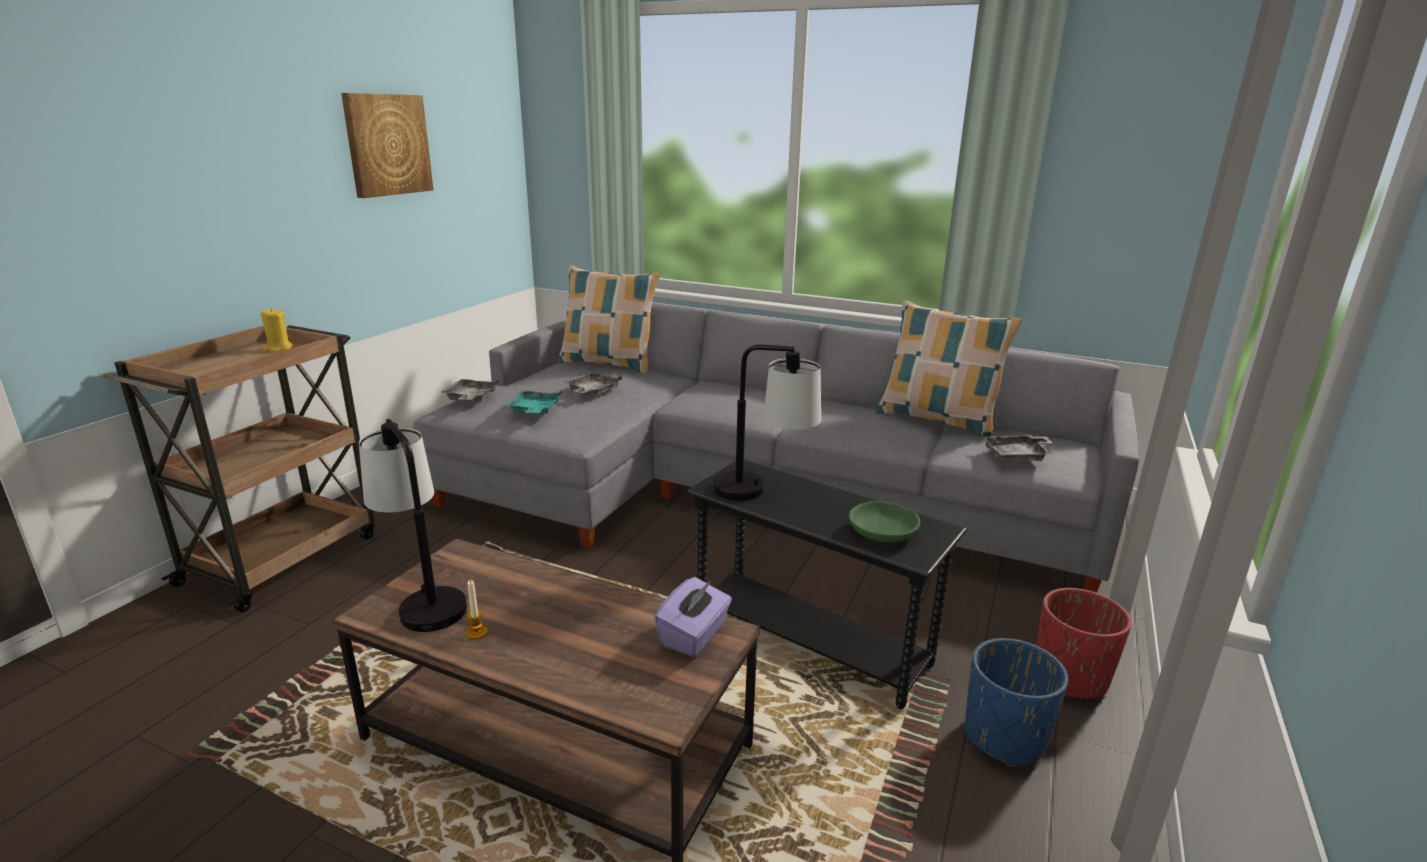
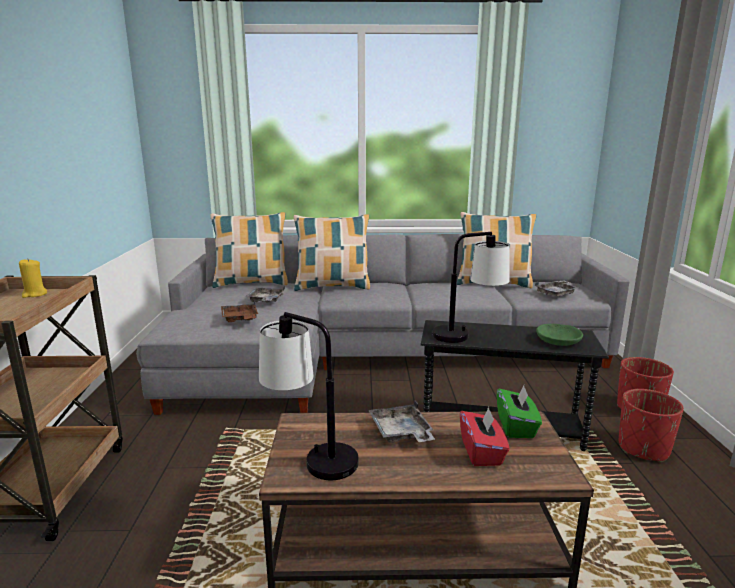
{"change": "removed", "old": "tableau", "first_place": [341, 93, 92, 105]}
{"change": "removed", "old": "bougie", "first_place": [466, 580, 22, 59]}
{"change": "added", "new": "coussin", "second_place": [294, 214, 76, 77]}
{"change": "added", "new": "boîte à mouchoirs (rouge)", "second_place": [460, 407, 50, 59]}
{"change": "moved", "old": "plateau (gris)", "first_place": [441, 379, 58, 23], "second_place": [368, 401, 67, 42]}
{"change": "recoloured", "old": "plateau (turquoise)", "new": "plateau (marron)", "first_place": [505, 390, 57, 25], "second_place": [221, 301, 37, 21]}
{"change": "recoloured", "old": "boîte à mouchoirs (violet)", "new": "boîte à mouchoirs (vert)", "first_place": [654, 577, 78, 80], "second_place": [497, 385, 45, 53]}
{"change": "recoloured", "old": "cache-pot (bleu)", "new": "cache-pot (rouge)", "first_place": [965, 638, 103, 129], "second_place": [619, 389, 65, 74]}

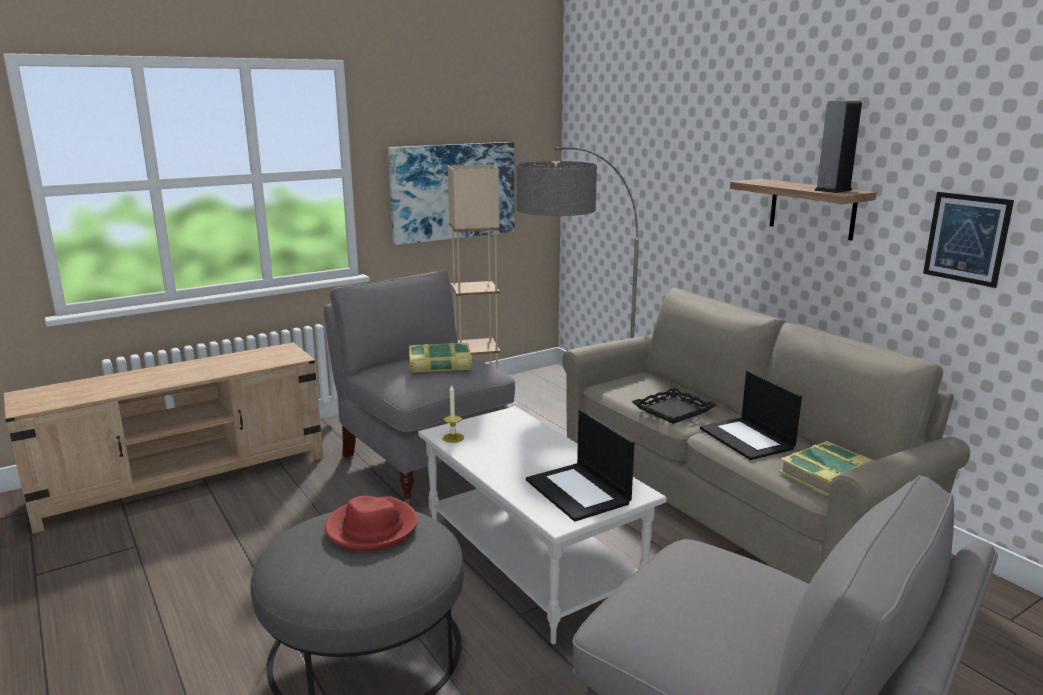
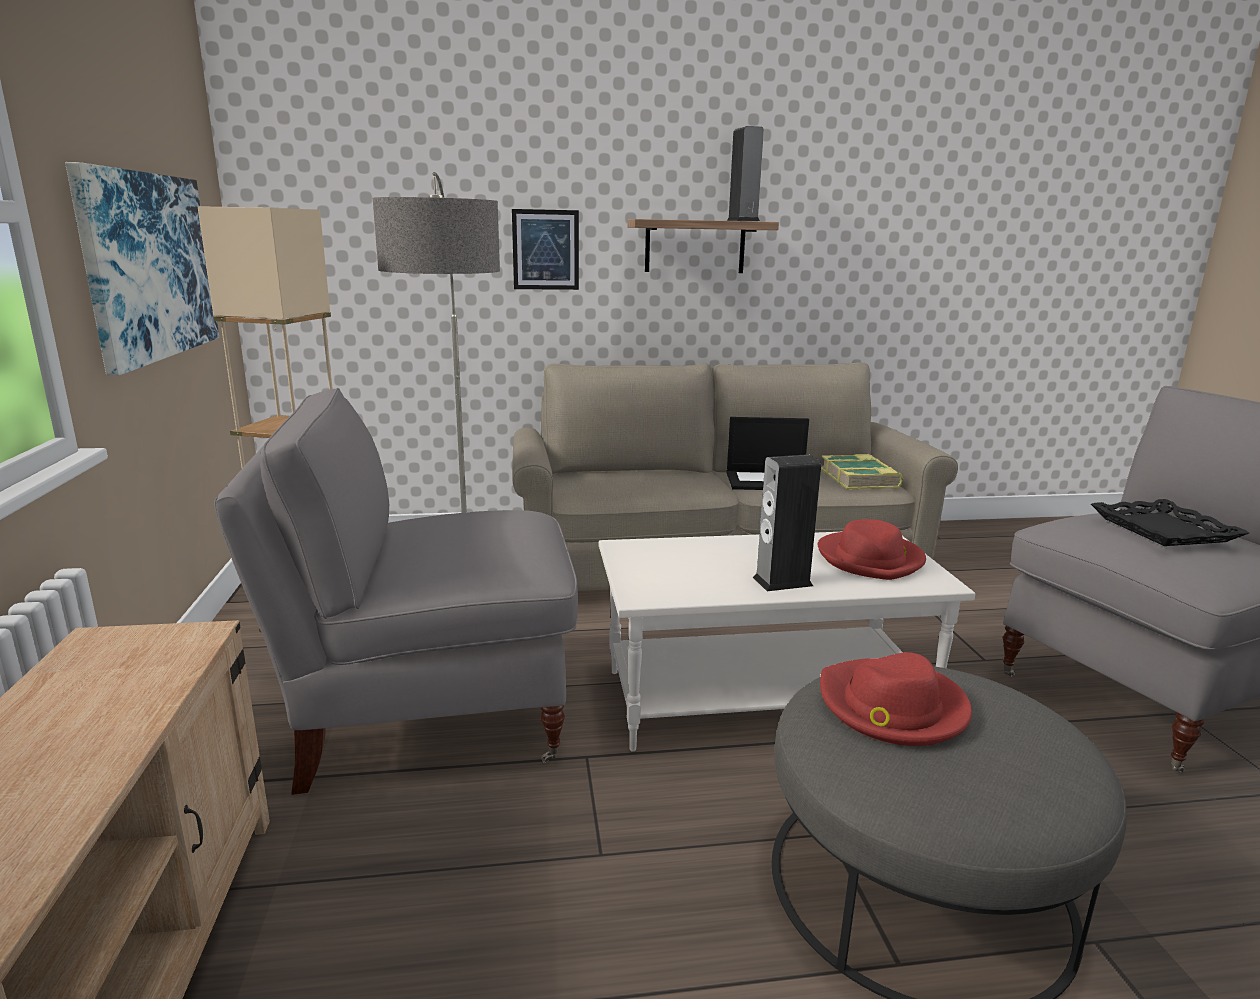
{"change": "removed", "old": "livre", "first_place": [409, 342, 63, 31]}
{"change": "removed", "old": "bougie", "first_place": [443, 385, 21, 58]}
{"change": "added", "new": "enceinte", "second_place": [753, 454, 68, 137]}
{"change": "moved", "old": "plateau (noir)", "first_place": [631, 388, 85, 36], "second_place": [1091, 499, 158, 47]}
{"change": "moved", "old": "tableau", "first_place": [923, 192, 91, 96], "second_place": [512, 209, 67, 81]}
{"change": "replaced", "old": "ordinateur portable", "new": "chapeau (rouge)", "first_place": [526, 409, 109, 113], "second_place": [818, 519, 108, 61]}

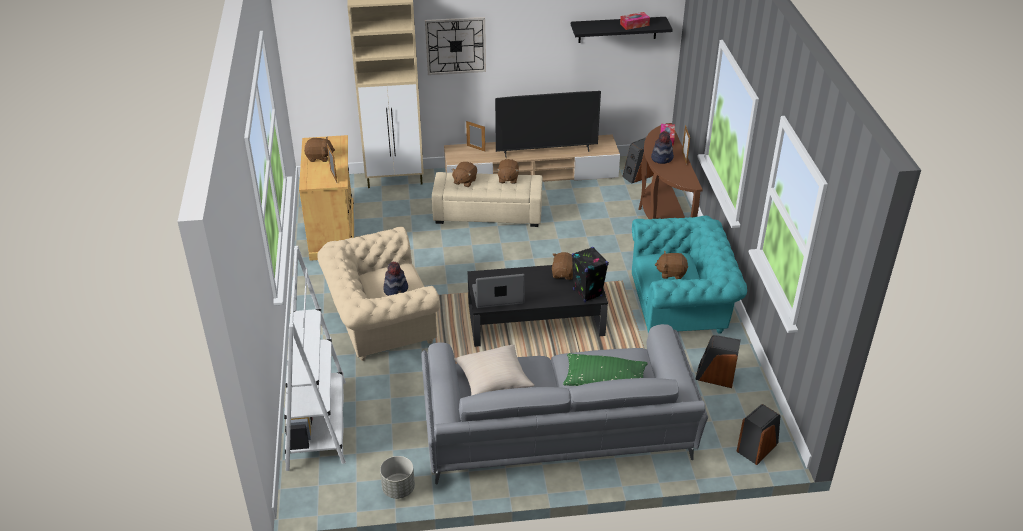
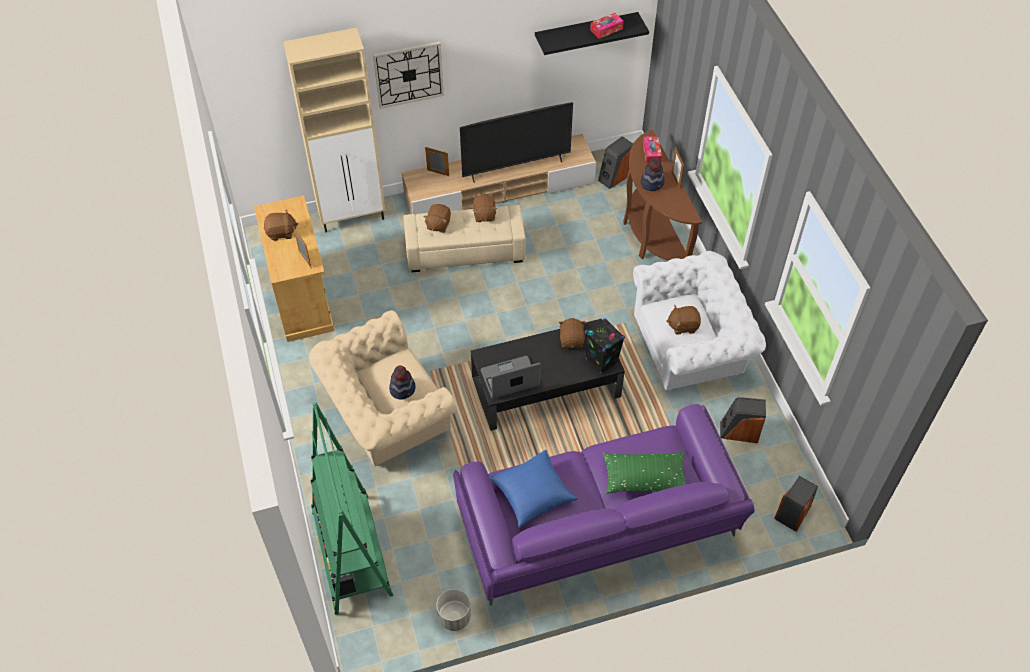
{"change": "recoloured", "old": "bibliothèque (blanc)", "new": "bibliothèque (vert)", "first_place": [284, 246, 62, 225], "second_place": [310, 403, 84, 212]}
{"change": "recoloured", "old": "canapé (gris)", "new": "canapé (violet)", "first_place": [421, 324, 287, 161], "second_place": [453, 404, 302, 202]}
{"change": "recoloured", "old": "coussin (beige)", "new": "coussin (bleu)", "first_place": [454, 344, 80, 51], "second_place": [489, 450, 89, 78]}
{"change": "recoloured", "old": "fauteuil (turquoise)", "new": "fauteuil (blanc)", "first_place": [632, 216, 115, 118], "second_place": [633, 251, 133, 141]}

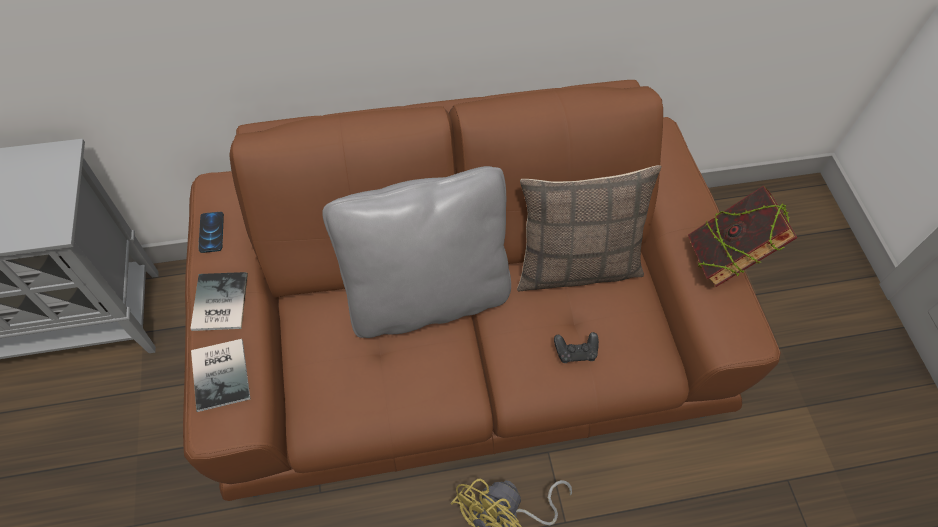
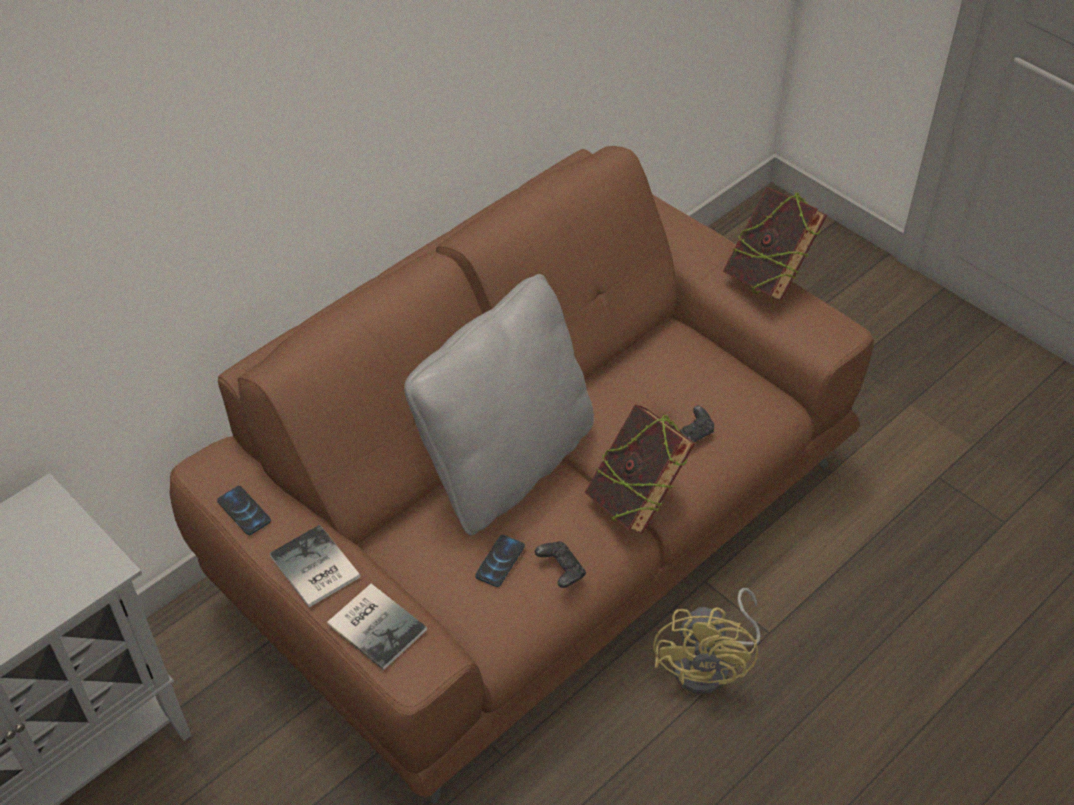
{"change": "removed", "old": "coussin", "first_place": [517, 165, 145, 127]}
{"change": "added", "new": "téléphone", "second_place": [475, 535, 50, 52]}
{"change": "added", "new": "manette (noir)", "second_place": [535, 541, 51, 47]}
{"change": "added", "new": "livre", "second_place": [584, 404, 111, 130]}

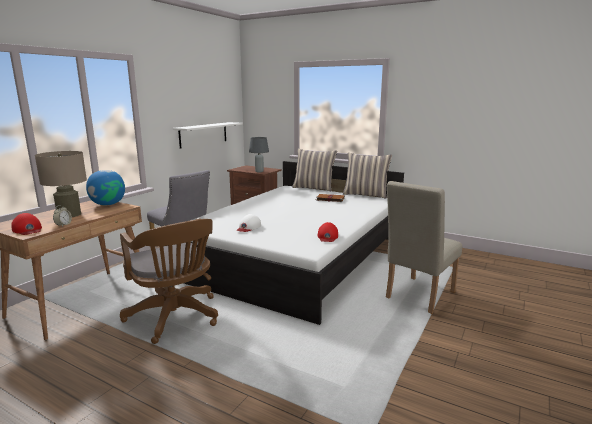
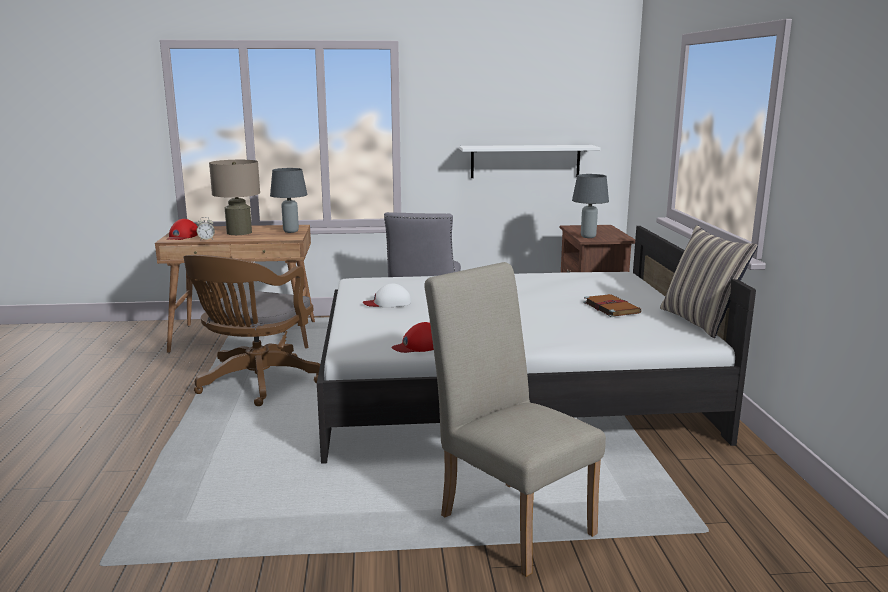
{"change": "removed", "old": "coussin", "first_place": [292, 148, 45, 43]}
{"change": "replaced", "old": "globe", "new": "lampe de table (gris)", "first_place": [86, 170, 39, 35], "second_place": [270, 168, 37, 65]}
{"change": "turned", "old": "chaise (beige)", "first_place": [386, 181, 76, 133], "second_place": [424, 262, 182, 315], "degrees": 45}

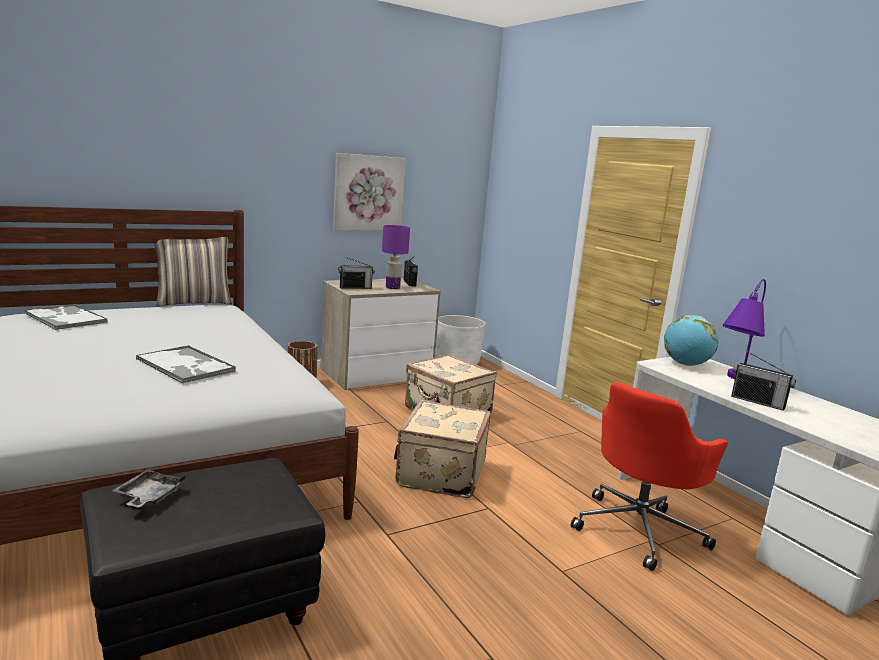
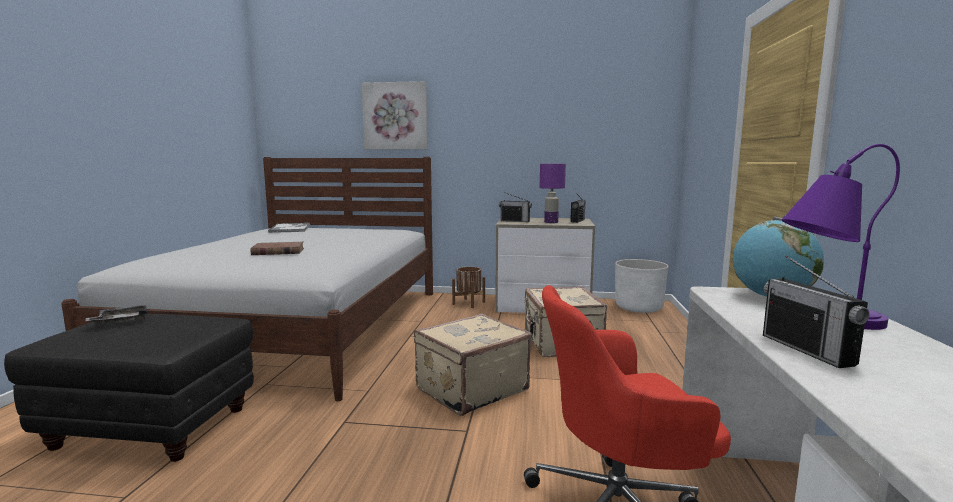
{"change": "removed", "old": "coussin", "first_place": [154, 237, 78, 70]}
{"change": "moved", "old": "tableau", "first_place": [333, 153, 73, 78], "second_place": [362, 81, 66, 69]}
{"change": "replaced", "old": "plateau", "new": "livre (marron)", "first_place": [136, 345, 100, 38], "second_place": [250, 242, 54, 13]}

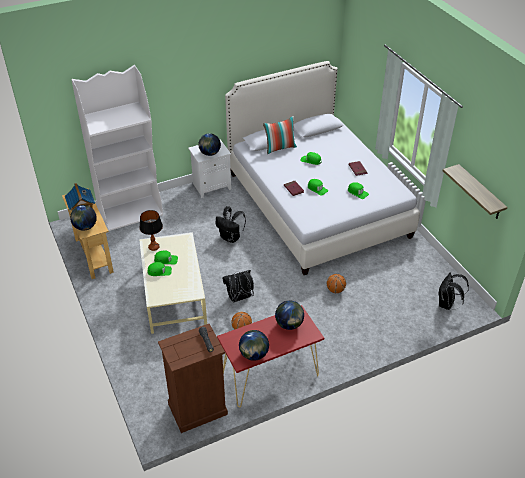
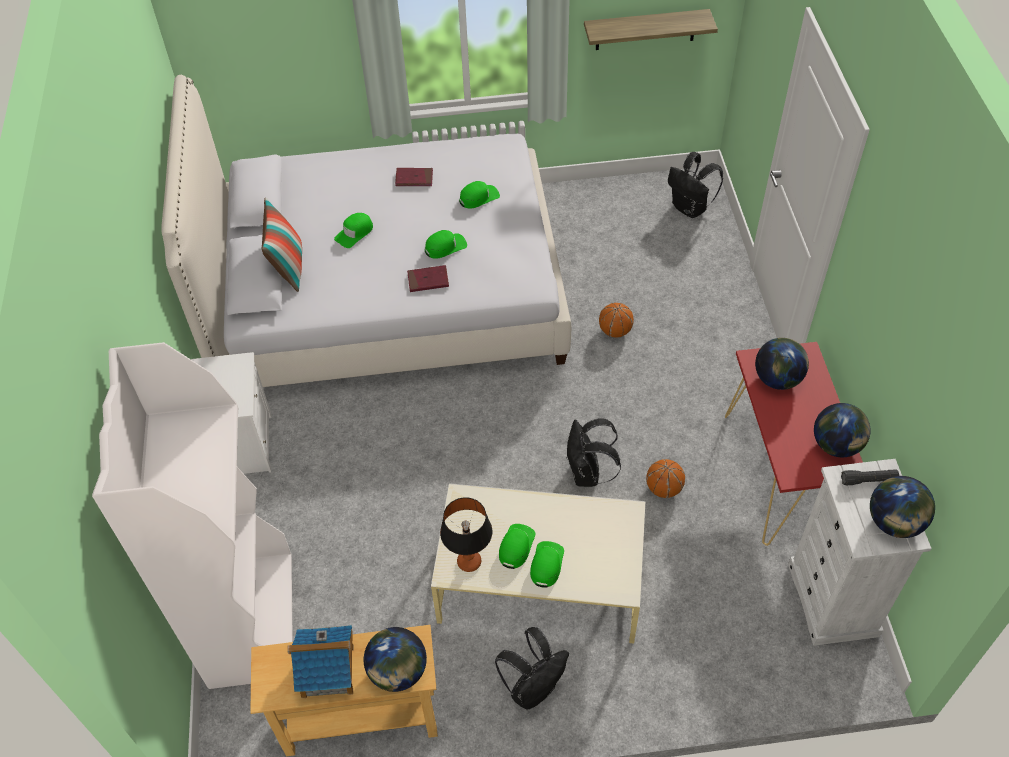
{"change": "moved", "old": "globe", "first_place": [198, 133, 23, 23], "second_place": [870, 476, 65, 62]}
{"change": "moved", "old": "sac à dos (noir)", "first_place": [216, 206, 30, 37], "second_place": [495, 627, 74, 83]}
{"change": "recoloured", "old": "commode (marron)", "new": "commode (blanc)", "first_place": [158, 324, 70, 109], "second_place": [788, 459, 143, 187]}

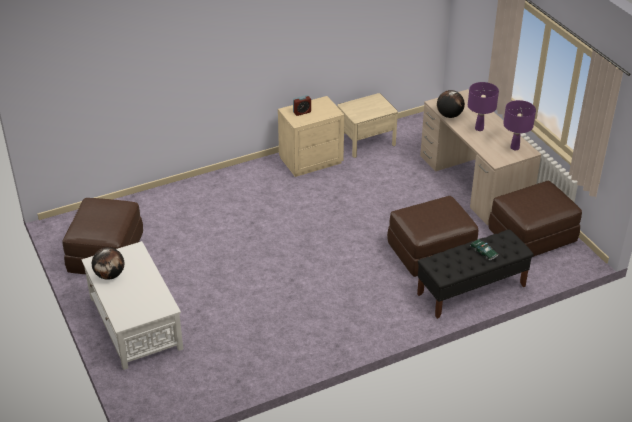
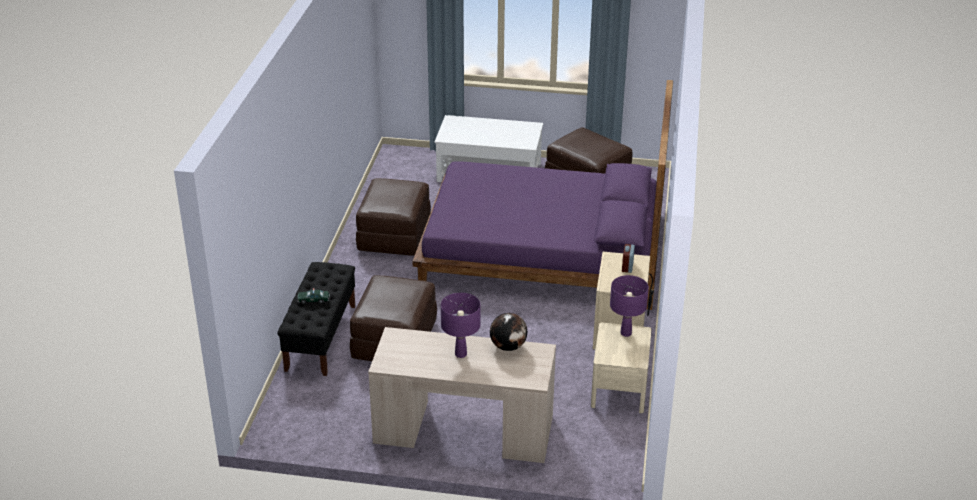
{"change": "removed", "old": "globe", "first_place": [92, 247, 33, 33]}
{"change": "added", "new": "lit (violet)", "second_place": [412, 80, 261, 230]}
{"change": "moved", "old": "pouf (marron)", "first_place": [489, 181, 93, 76], "second_place": [356, 178, 75, 78]}
{"change": "moved", "old": "lampe de table (violet)", "first_place": [503, 100, 33, 50], "second_place": [610, 275, 39, 62]}

